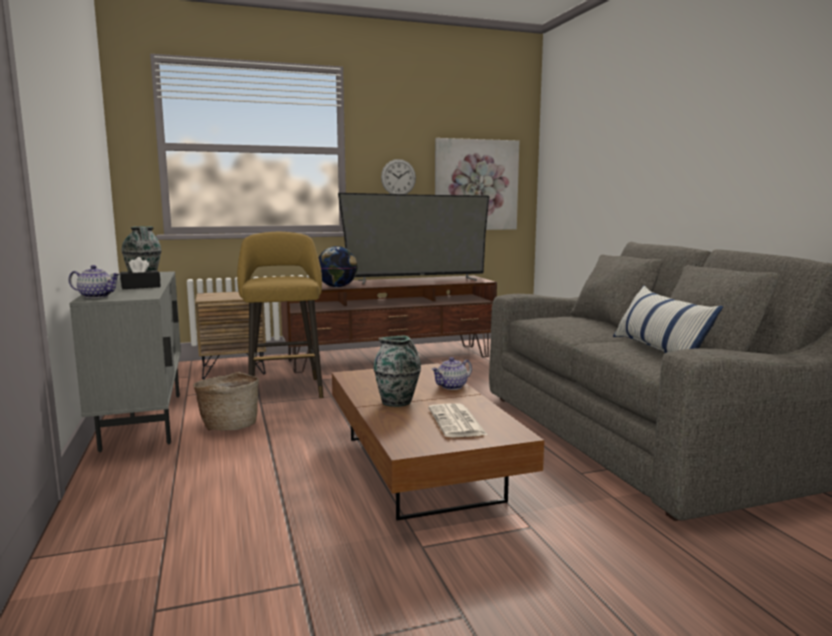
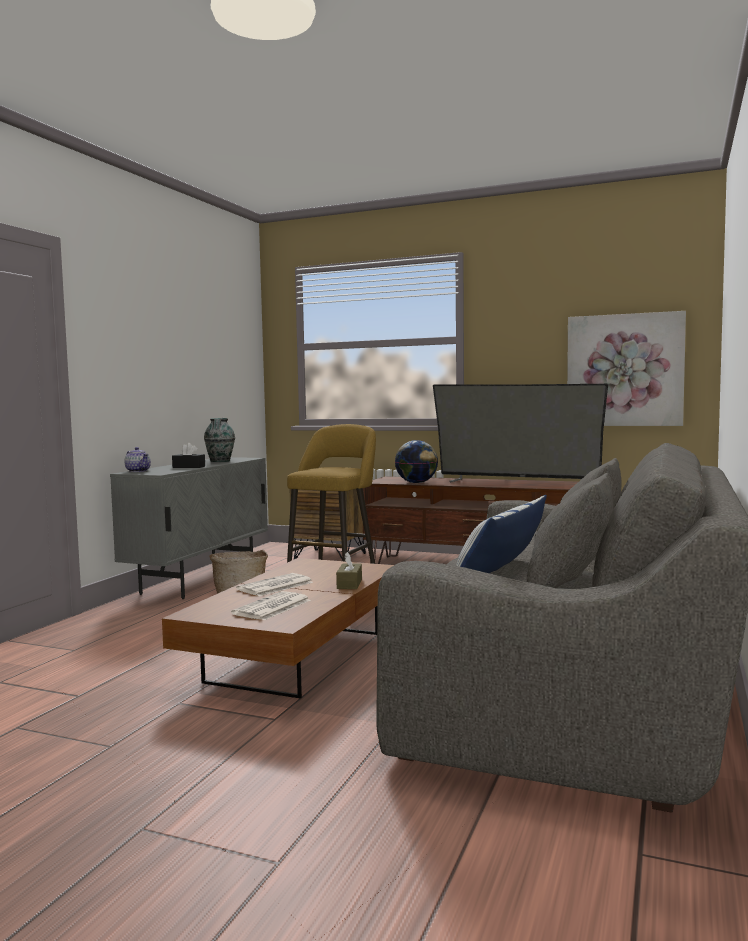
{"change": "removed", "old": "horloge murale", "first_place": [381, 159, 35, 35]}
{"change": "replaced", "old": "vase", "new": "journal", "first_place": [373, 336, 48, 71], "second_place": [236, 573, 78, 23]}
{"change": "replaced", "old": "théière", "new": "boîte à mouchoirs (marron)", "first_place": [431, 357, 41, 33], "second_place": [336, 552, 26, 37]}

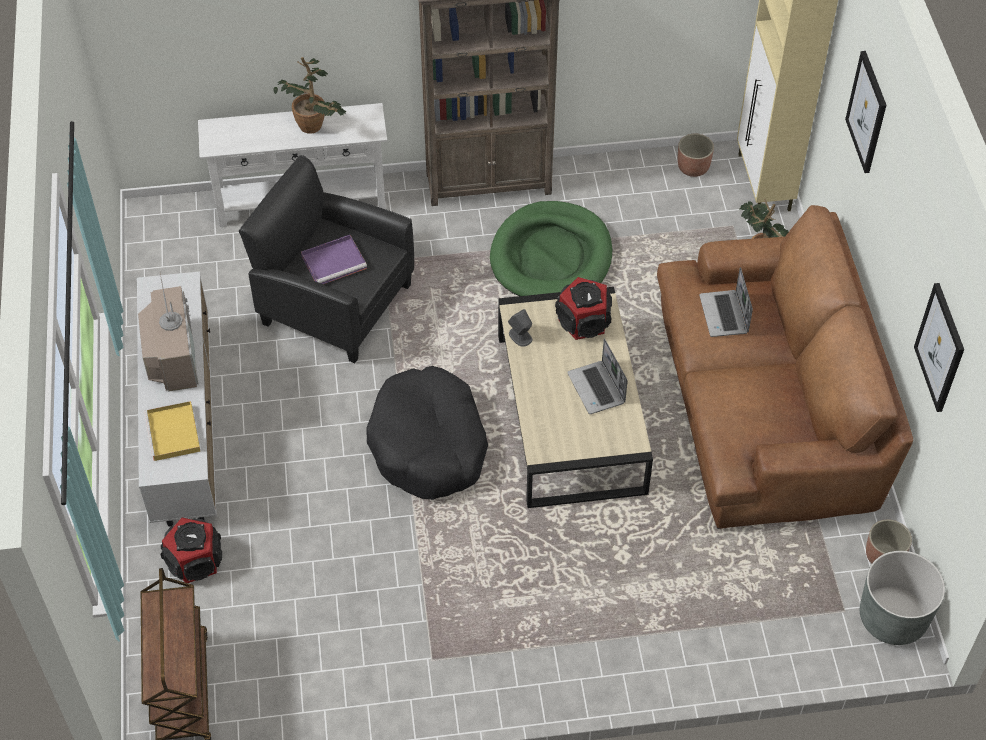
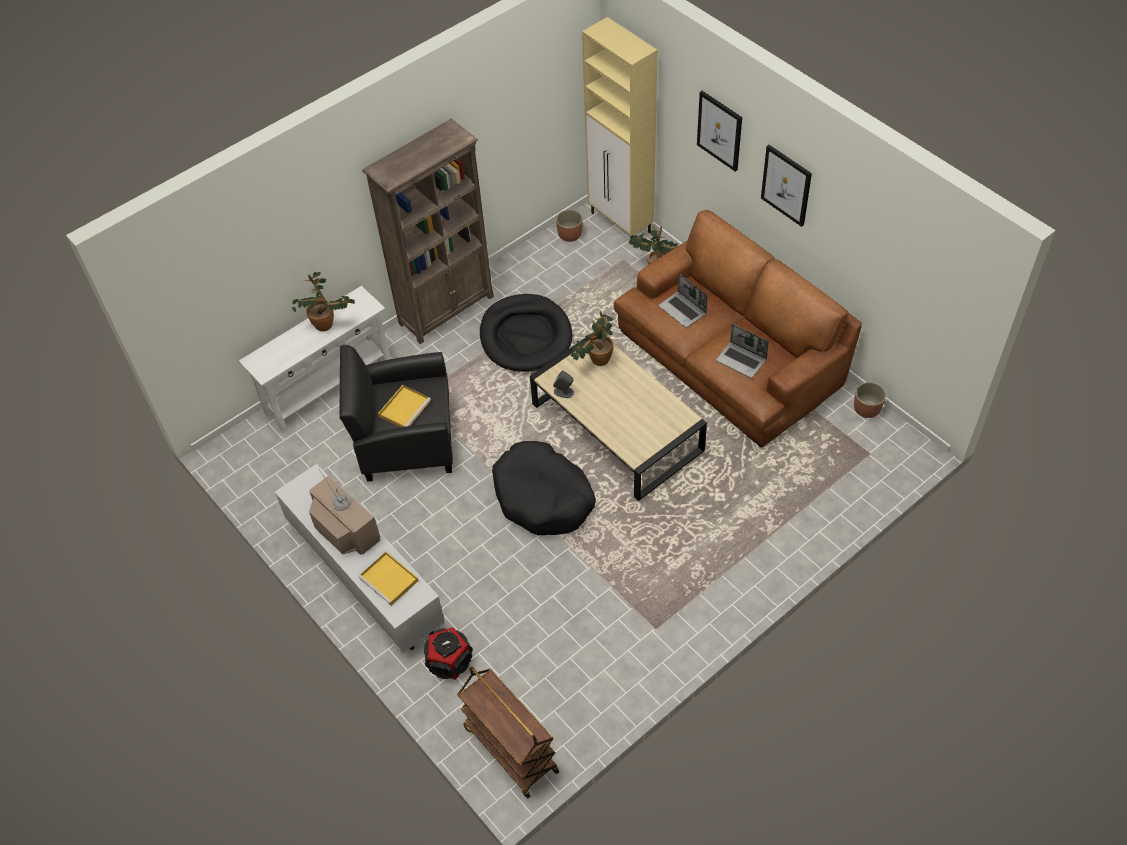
{"change": "removed", "old": "cache-pot (gris)", "first_place": [860, 551, 85, 94]}
{"change": "moved", "old": "ordinateur portable", "first_place": [567, 338, 61, 76], "second_place": [716, 324, 53, 54]}
{"change": "moved", "old": "tableau", "first_place": [914, 283, 50, 129], "second_place": [761, 145, 51, 82]}
{"change": "replaced", "old": "enceinte", "new": "plante en pot", "first_place": [555, 277, 57, 63], "second_place": [571, 311, 42, 55]}
{"change": "recoloured", "old": "plateau (violet)", "new": "plateau (jaune)", "first_place": [301, 235, 66, 49], "second_place": [378, 385, 53, 42]}
{"change": "recoloured", "old": "panier pour chien (vert)", "new": "panier pour chien (noir)", "first_place": [490, 201, 122, 95], "second_place": [480, 294, 93, 78]}

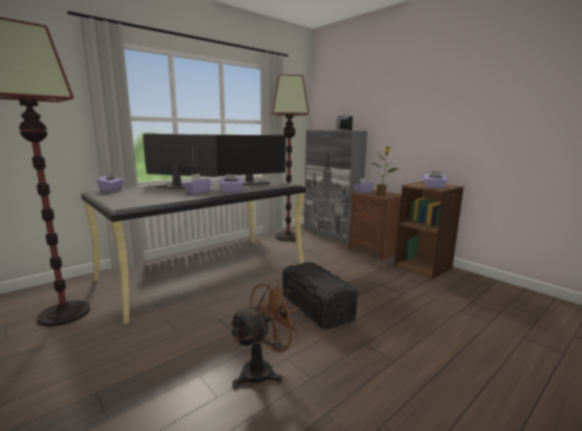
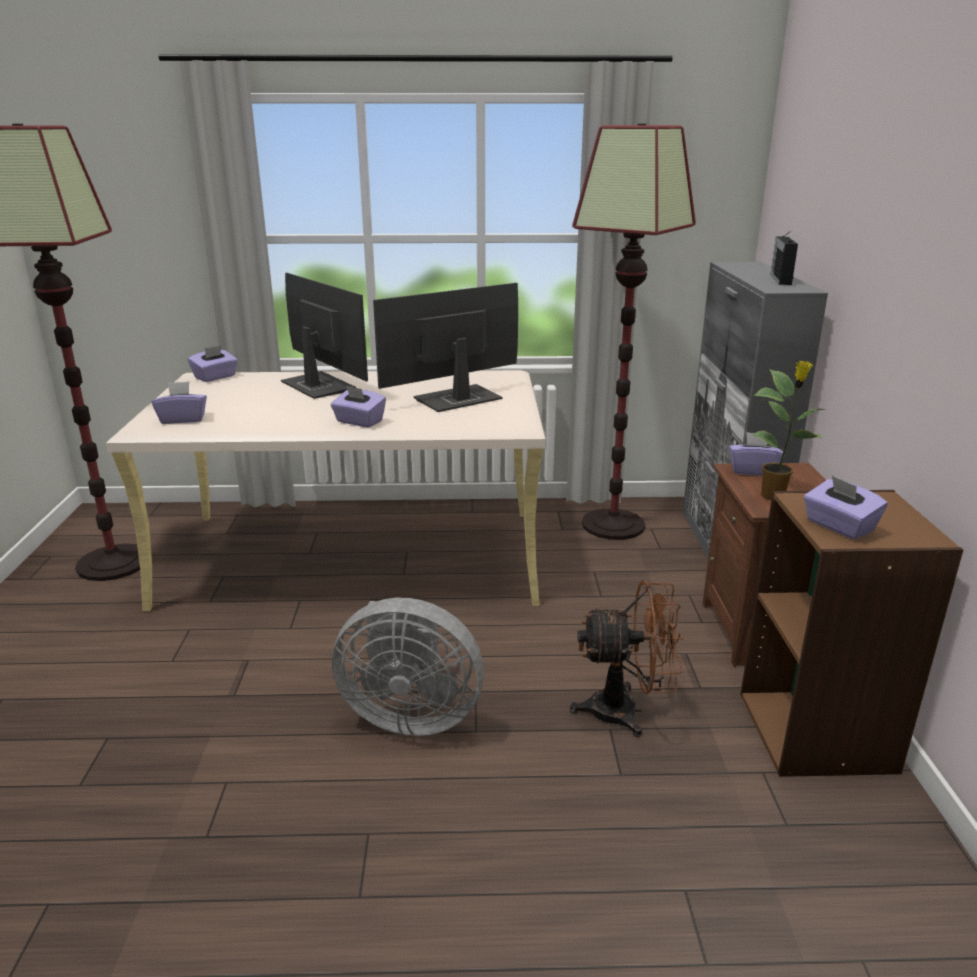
{"change": "moved", "old": "boîte à mouchoirs (violet)", "first_place": [183, 174, 28, 20], "second_place": [151, 381, 56, 43]}
{"change": "moved", "old": "ventilateur (marron)", "first_place": [229, 280, 75, 108], "second_place": [570, 580, 114, 157]}
{"change": "replaced", "old": "boîte de rangement (noir)", "new": "ventilateur (gris)", "first_place": [283, 262, 75, 68], "second_place": [332, 598, 152, 138]}
{"change": "recoloured", "old": "bureau (noir)", "new": "bureau (beige)", "first_place": [81, 176, 225, 148], "second_place": [106, 370, 439, 241]}
{"change": "turned", "old": "écran d'ordinateur", "first_place": [216, 135, 70, 51], "second_place": [373, 283, 145, 129], "degrees": 135}

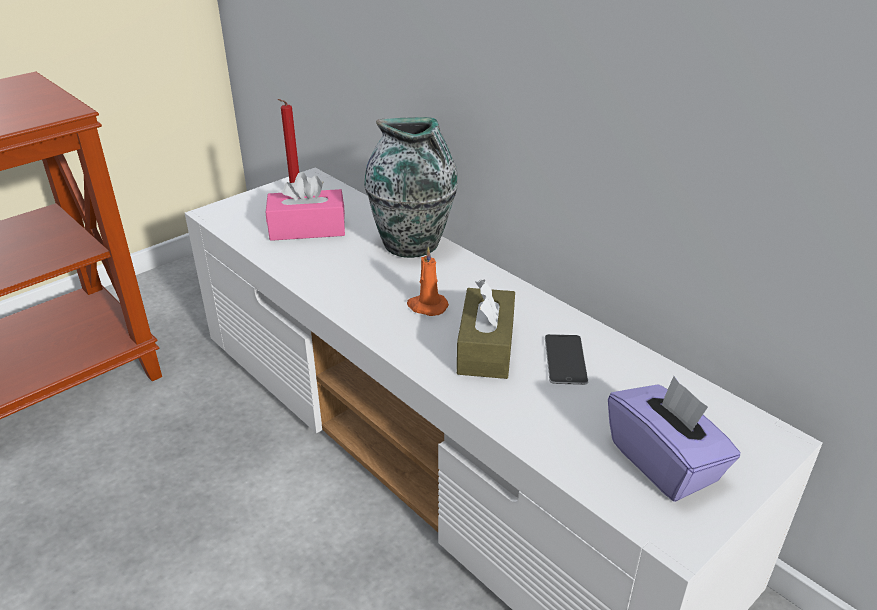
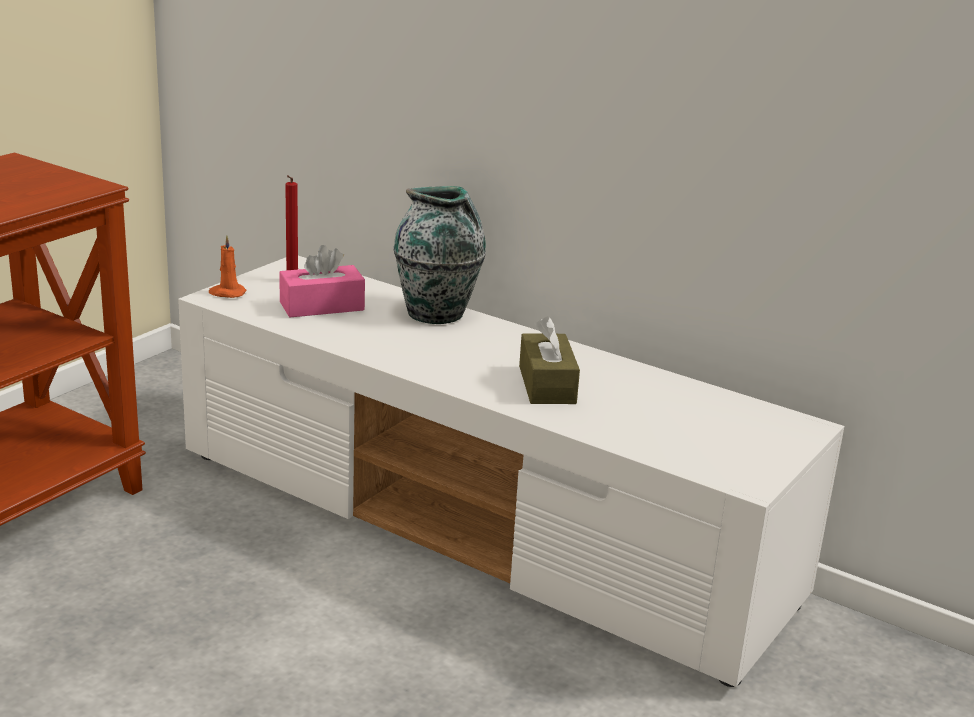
{"change": "removed", "old": "téléphone", "first_place": [545, 334, 43, 51]}
{"change": "removed", "old": "boîte à mouchoirs (violet)", "first_place": [608, 376, 132, 126]}
{"change": "moved", "old": "bougie (orange)", "first_place": [407, 247, 42, 69], "second_place": [209, 235, 38, 63]}

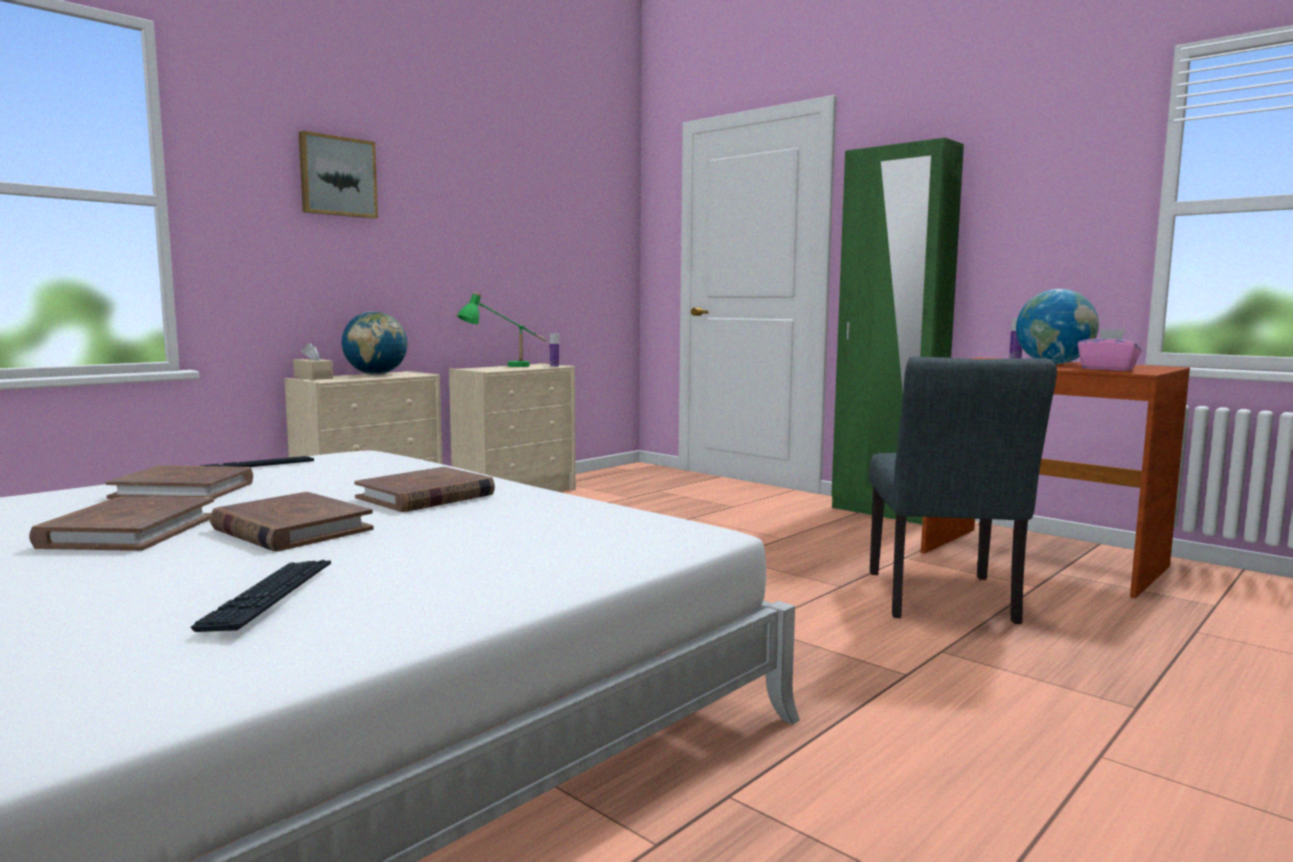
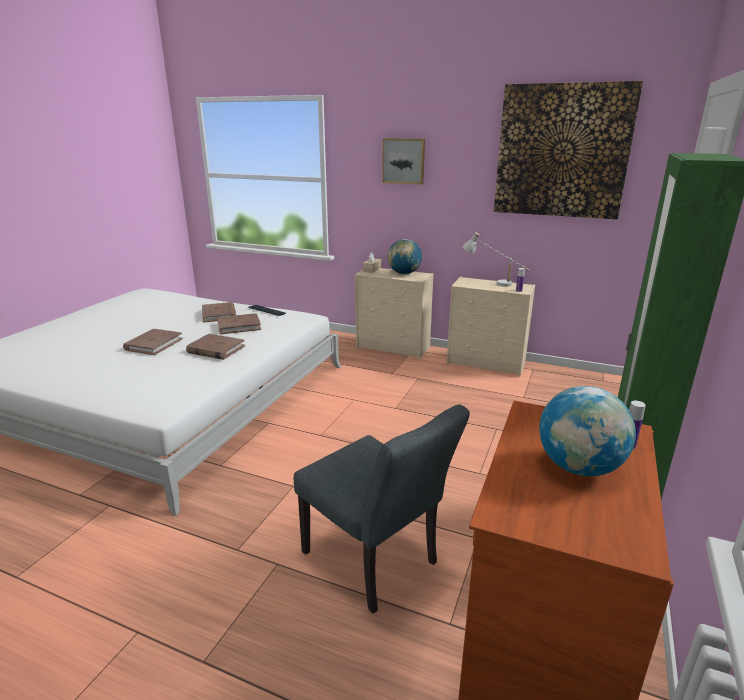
{"change": "removed", "old": "clavier", "first_place": [191, 560, 140, 72]}
{"change": "removed", "old": "boîte à mouchoirs (rose)", "first_place": [1078, 329, 64, 42]}
{"change": "added", "new": "tableau", "second_place": [494, 81, 149, 138]}
{"change": "moved", "old": "livre (marron)", "first_place": [29, 496, 185, 55], "second_place": [217, 313, 44, 21]}
{"change": "recoloured", "old": "lampe de table (vert)", "new": "lampe de table (blanc)", "first_place": [457, 292, 89, 75], "second_place": [462, 232, 68, 55]}
{"change": "turned", "old": "chaise (gris)", "first_place": [869, 357, 188, 267], "second_place": [294, 404, 176, 210], "degrees": -120}

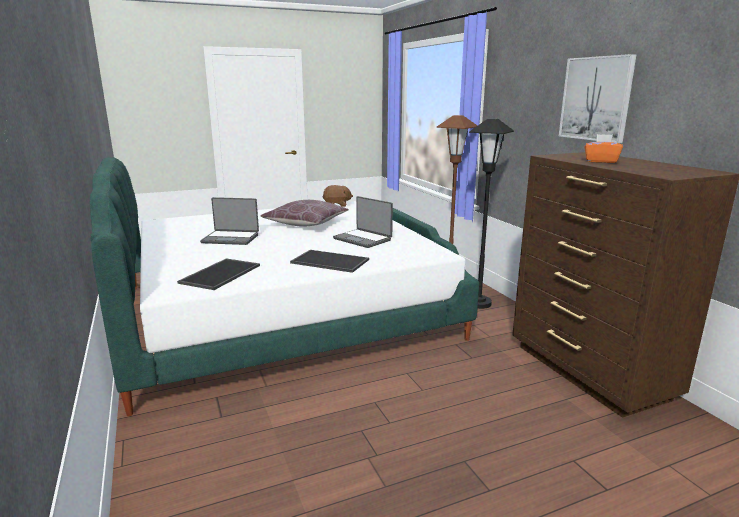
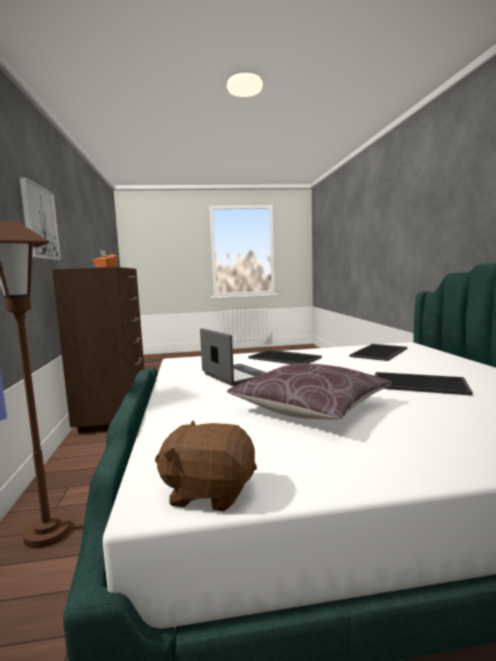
{"change": "removed", "old": "lampadaire (noir)", "first_place": [469, 118, 45, 191]}
{"change": "replaced", "old": "ordinateur portable", "new": "plateau", "first_place": [200, 197, 59, 48], "second_place": [375, 372, 98, 24]}

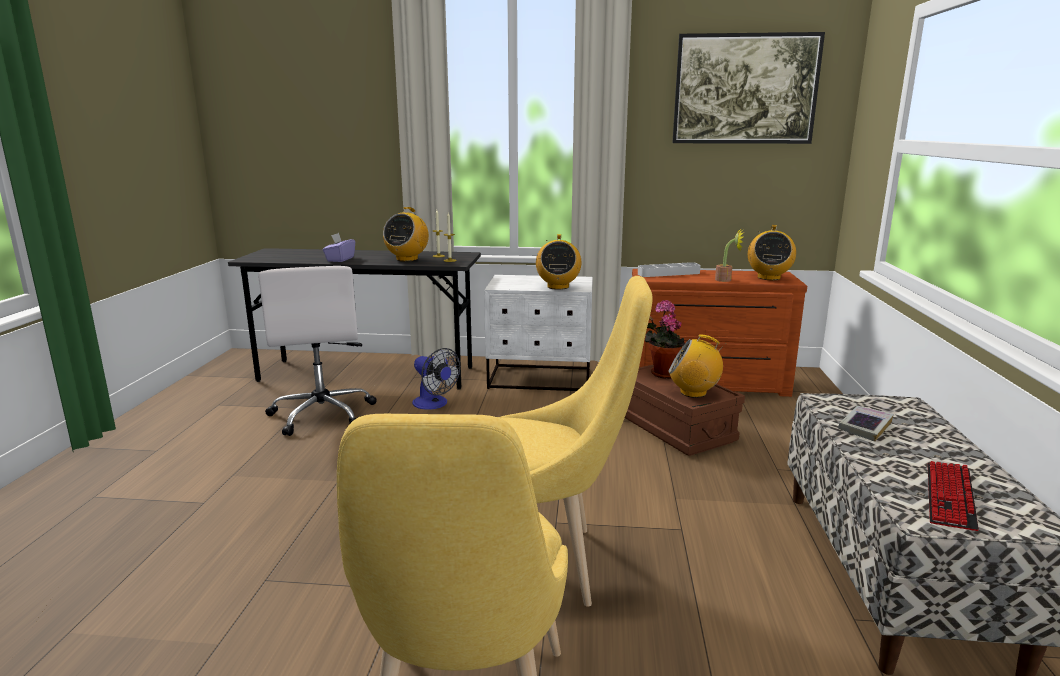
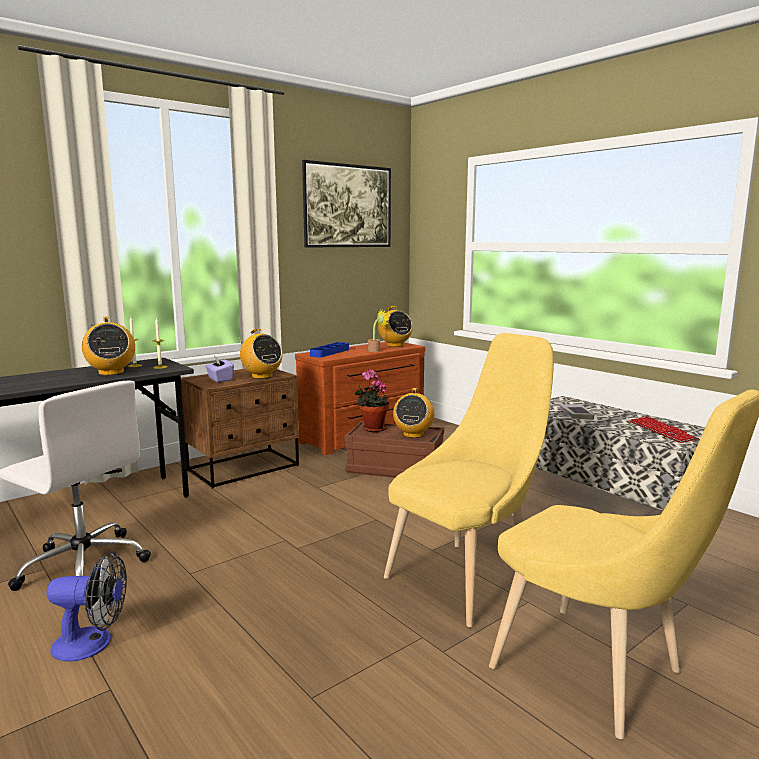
{"change": "moved", "old": "boîte à mouchoirs (violet)", "first_place": [322, 233, 33, 29], "second_place": [205, 356, 29, 26]}
{"change": "moved", "old": "ventilateur", "first_place": [412, 348, 48, 62], "second_place": [46, 552, 81, 110]}
{"change": "recoloured", "old": "table de chevet (blanc)", "new": "table de chevet (marron)", "first_place": [484, 275, 109, 116], "second_place": [181, 369, 118, 120]}
{"change": "recoloured", "old": "plateau (gris)", "new": "plateau (bleu)", "first_place": [638, 262, 63, 15], "second_place": [310, 342, 39, 15]}
{"change": "turned", "old": "radio", "first_place": [669, 334, 57, 64], "second_place": [393, 388, 41, 50], "degrees": -45}

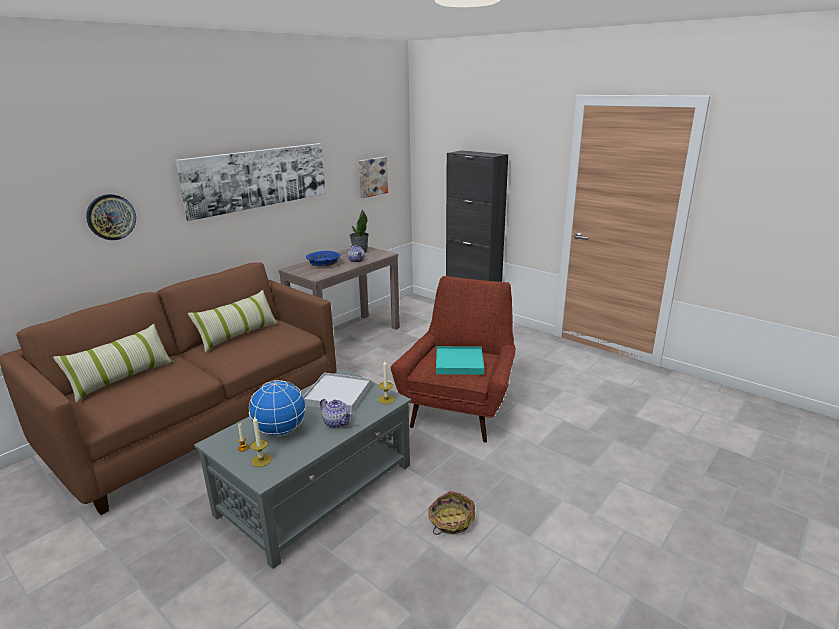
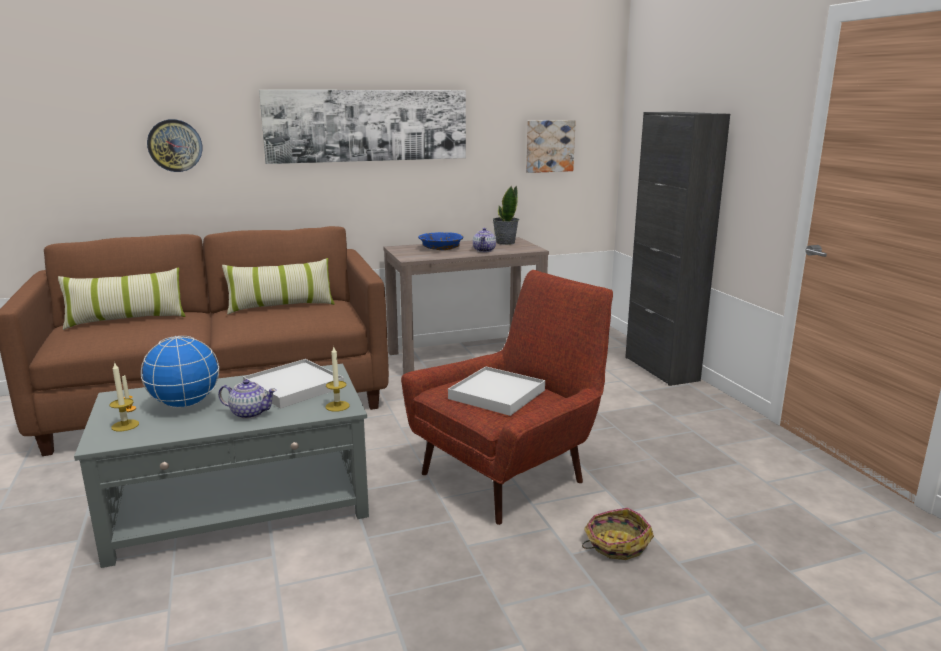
{"change": "moved", "old": "panier", "first_place": [428, 491, 47, 44], "second_place": [582, 508, 72, 52]}
{"change": "recoloured", "old": "plateau (turquoise)", "new": "plateau (blanc)", "first_place": [436, 346, 48, 29], "second_place": [448, 366, 97, 50]}
{"change": "turned", "old": "théière", "first_place": [320, 399, 32, 29], "second_place": [218, 379, 59, 40], "degrees": -60}

